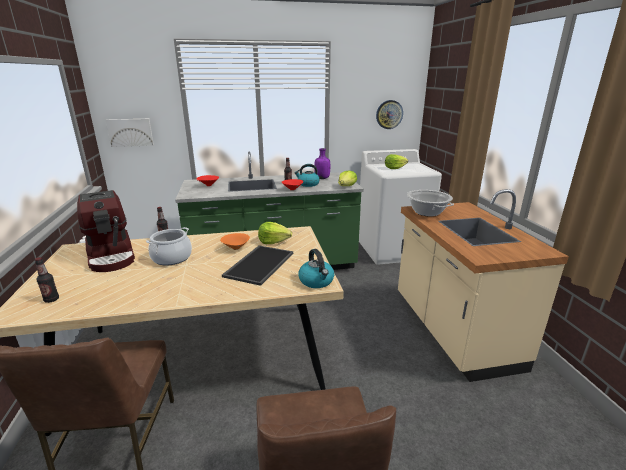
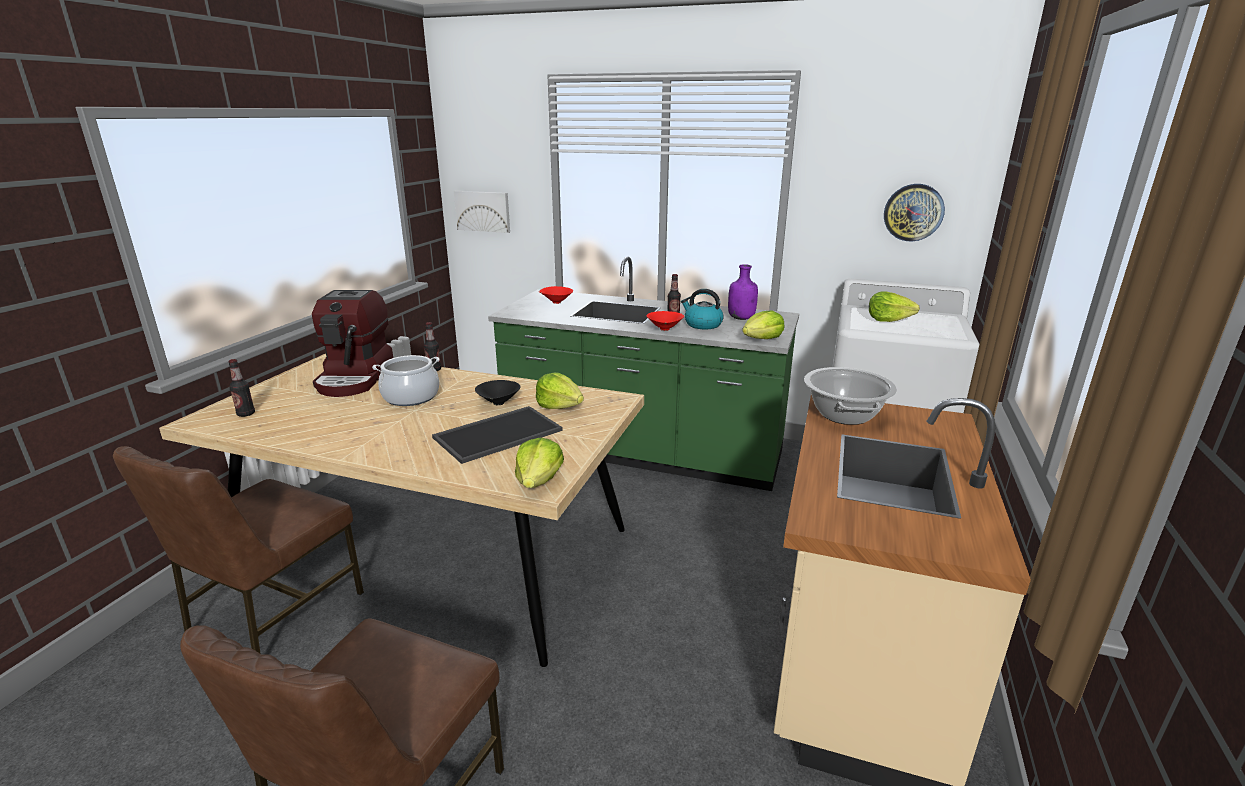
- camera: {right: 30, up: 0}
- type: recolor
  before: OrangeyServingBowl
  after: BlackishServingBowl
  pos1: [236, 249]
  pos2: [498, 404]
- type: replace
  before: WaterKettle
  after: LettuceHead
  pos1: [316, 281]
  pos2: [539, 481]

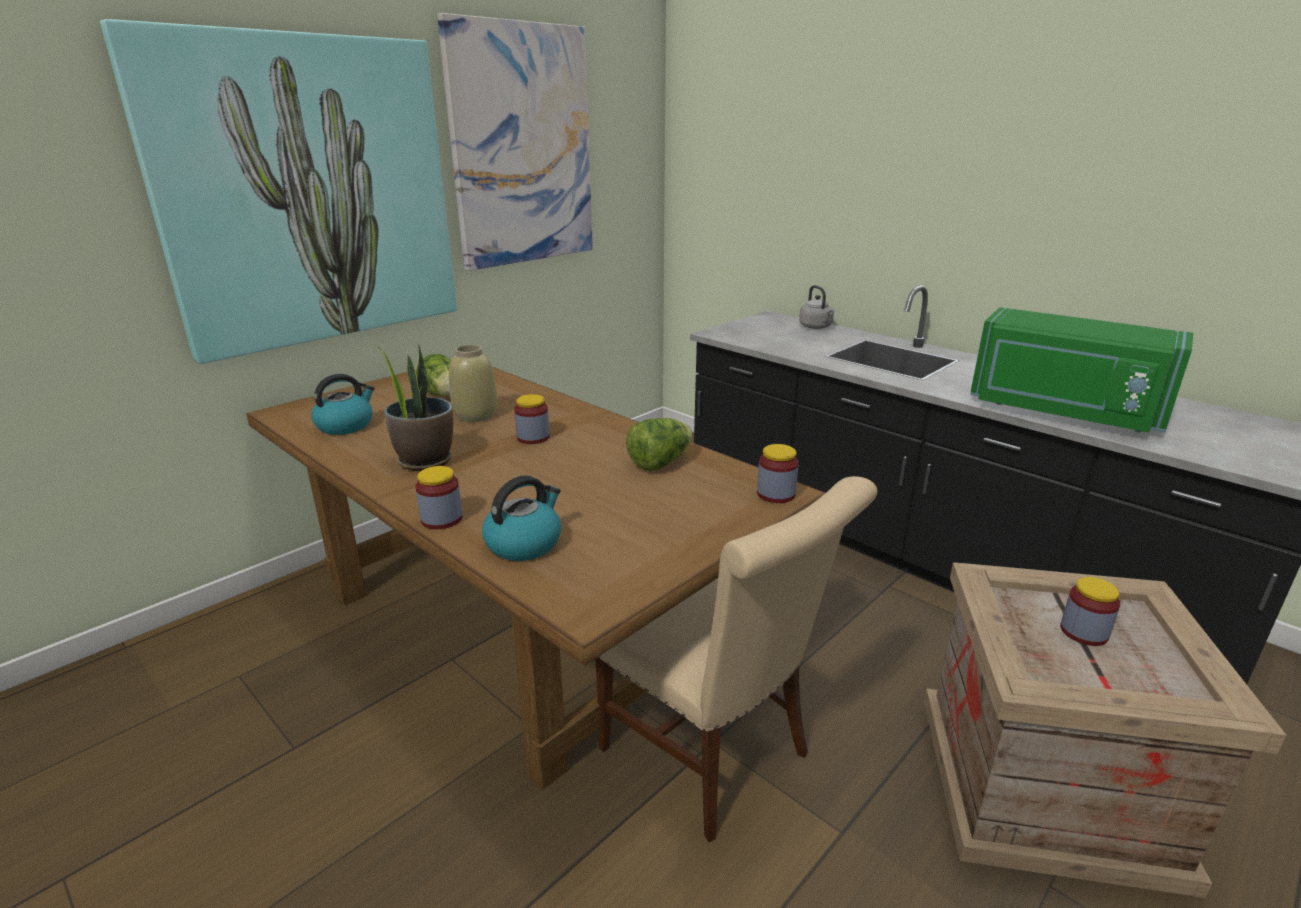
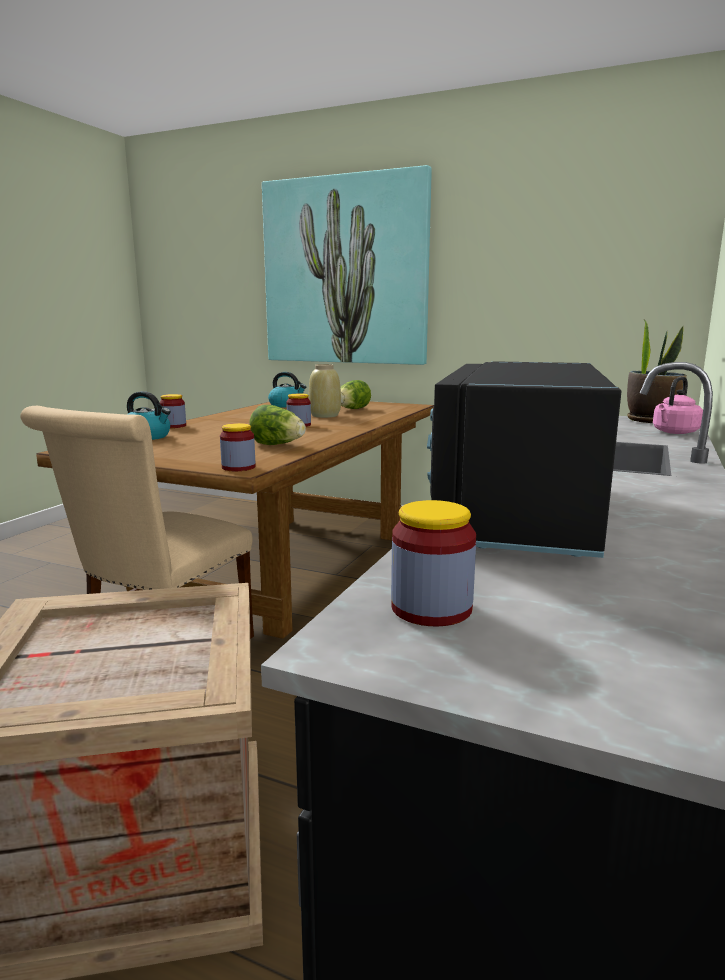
- camera: {right: 70, up: -10}
- type: move
  before: PottedPlant
  pos1: [425, 461]
  pos2: [650, 420]
- type: delete
  before: Picture
  pos1: [522, 147]
- type: recolor
  before: GrayWaterKettle
  after: PinkishWaterKettle
  pos1: [816, 327]
  pos2: [674, 432]
- type: recolor
  before: GreenMicrowave
  after: BlackishMicrowave
  pos1: [1063, 411]
  pos2: [514, 512]
- type: move
  before: StorageJar
  pos1: [1083, 632]
  pos2: [431, 608]

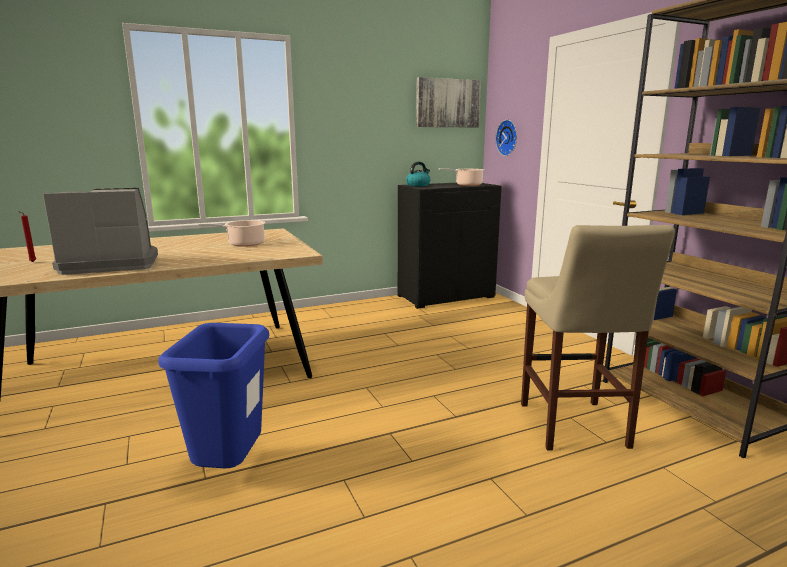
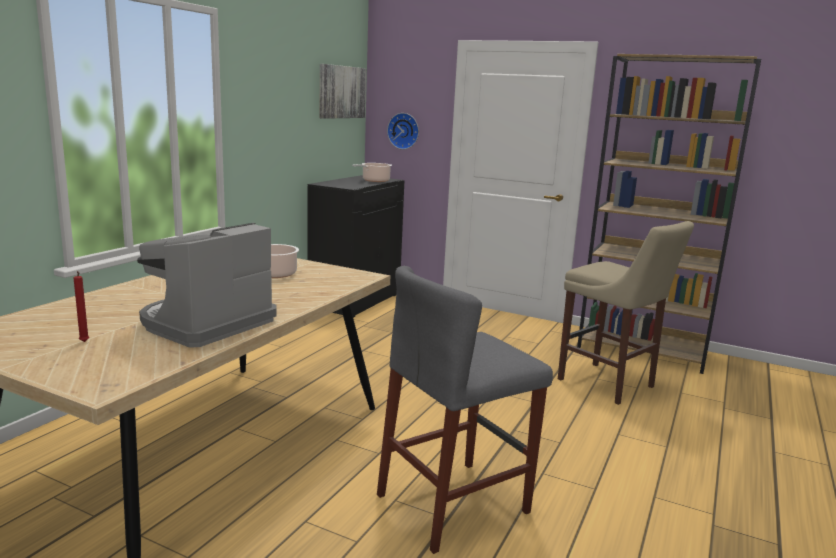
- camera: {right: -40, up: 0}
- type: replace
  before: BlueWasteBin
  after: GrayStool
  pos1: [230, 469]
  pos2: [453, 503]
- type: delete
  before: WaterKettle
  pos1: [418, 185]

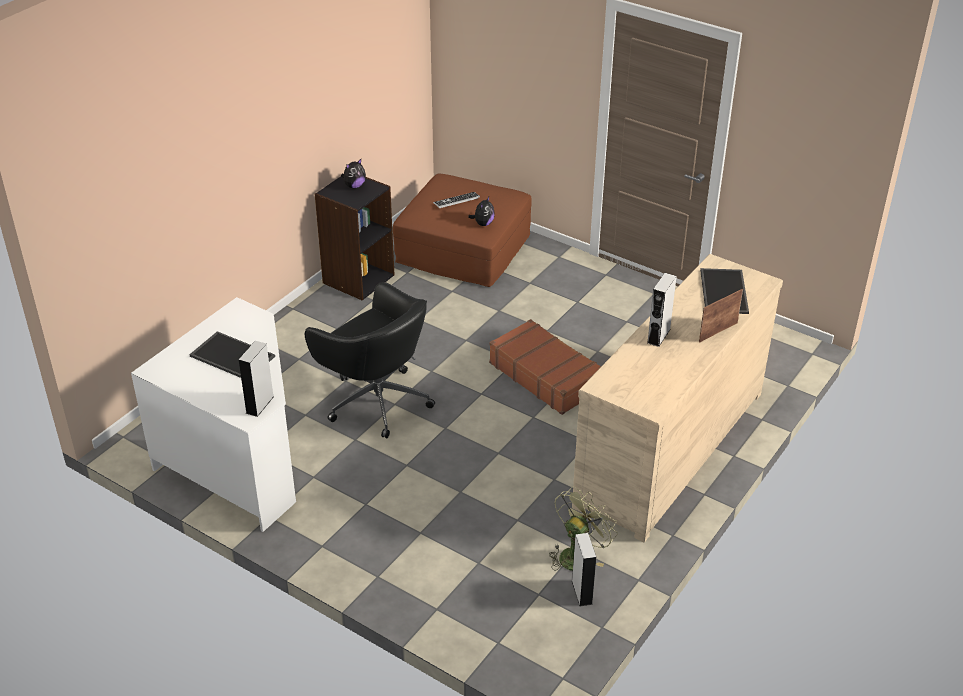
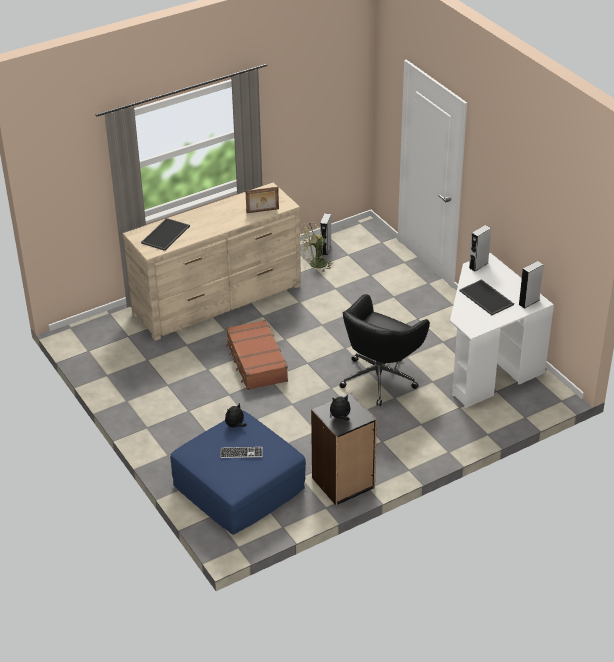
- camera: {right: -155, up: 0}
- type: rotate
  before: BlackishDeskChair
  pos1: [376, 400]
  pos2: [380, 378]
  turn: -120
- type: recolor
  before: BrownishOttoman
  after: BlueOttoman
  pos1: [462, 249]
  pos2: [239, 487]
- type: move
  before: GraySpeaker
  pos1: [658, 336]
  pos2: [529, 302]
- type: move
  before: PictureFrame
  pos1: [717, 331]
  pos2: [262, 211]

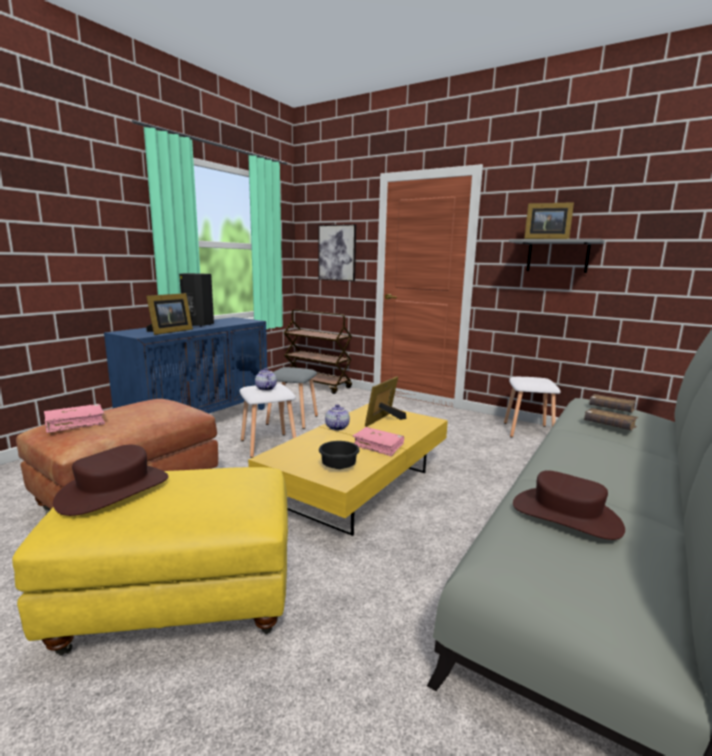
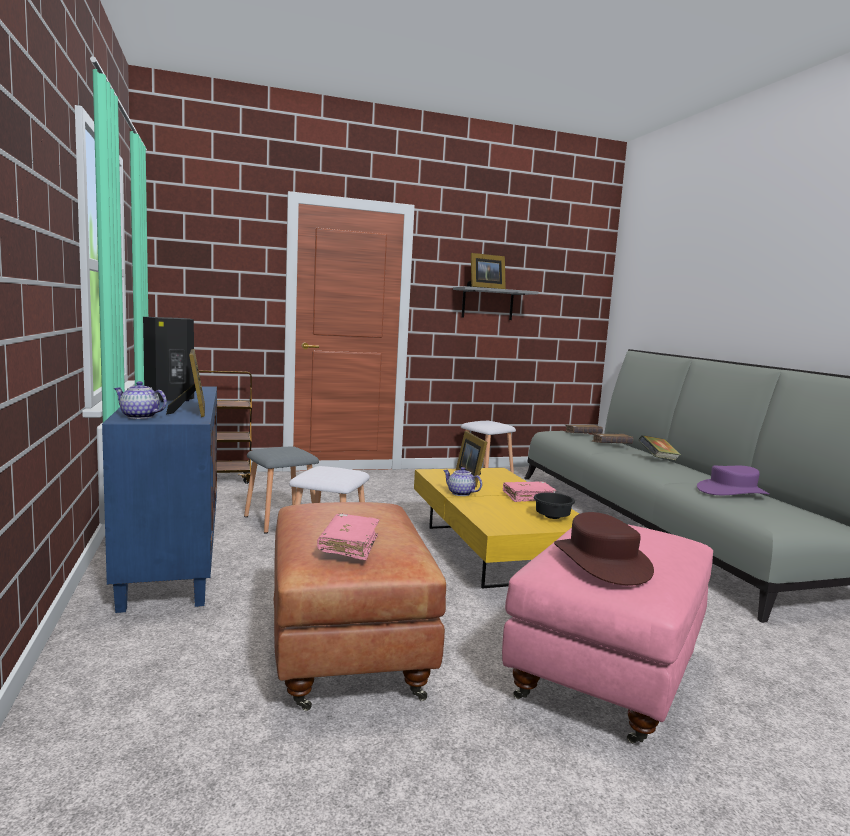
- camera: {right: -50, up: -5}
- type: recolor
  before: YellowOttoman
  after: PinkishOttoman
  pos1: [178, 608]
  pos2: [608, 675]
- type: move
  before: PotForTea
  pos1: [265, 388]
  pos2: [139, 417]
- type: delete
  before: Picture
  pos1: [337, 253]
- type: recolor
  before: BrownishHat
  after: PurpleColouredHat
  pos1: [566, 515]
  pos2: [732, 491]
- type: insert
  after: Volume
  pos2: [658, 459]

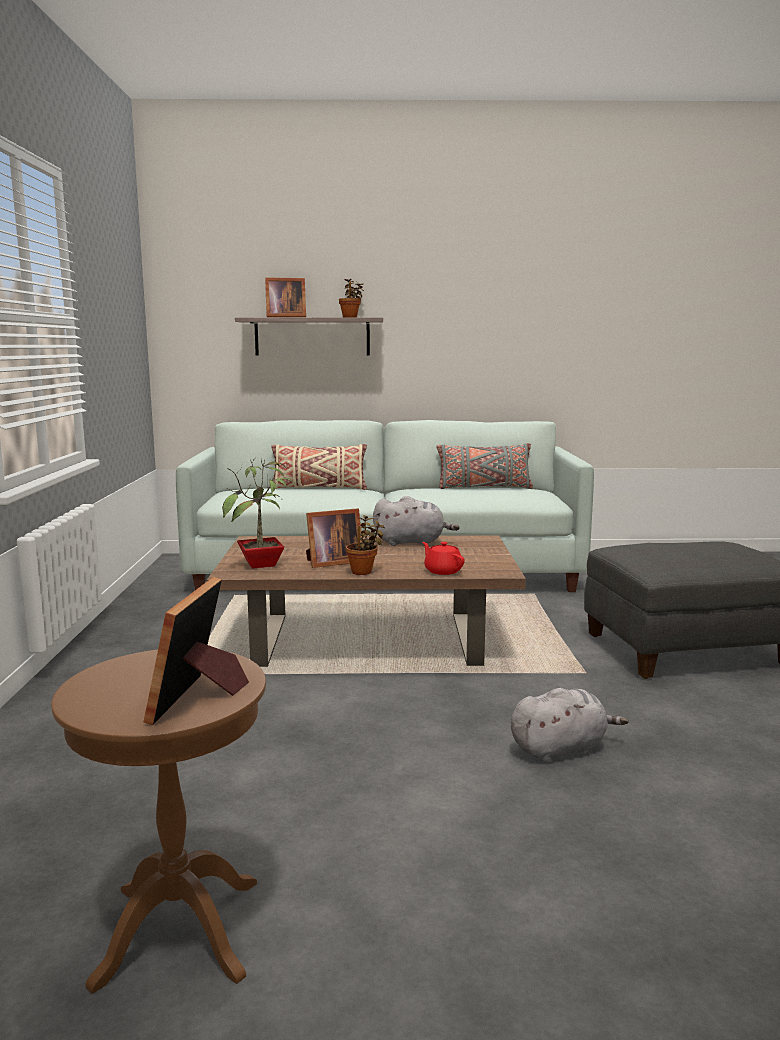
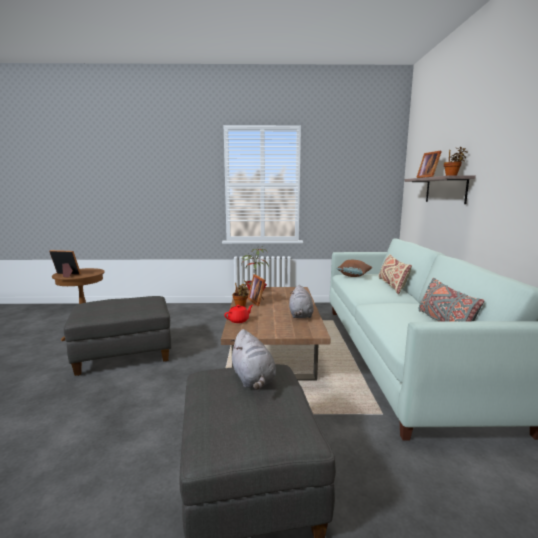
- camera: {right: 90, up: 0}
- type: move
  before: GraySoftToy
  pos1: [561, 748]
  pos2: [253, 379]
- type: insert
  after: GrayOttoman
  pos2: [125, 354]
- type: insert
  after: BrownishThrowPillow
  pos2: [354, 276]

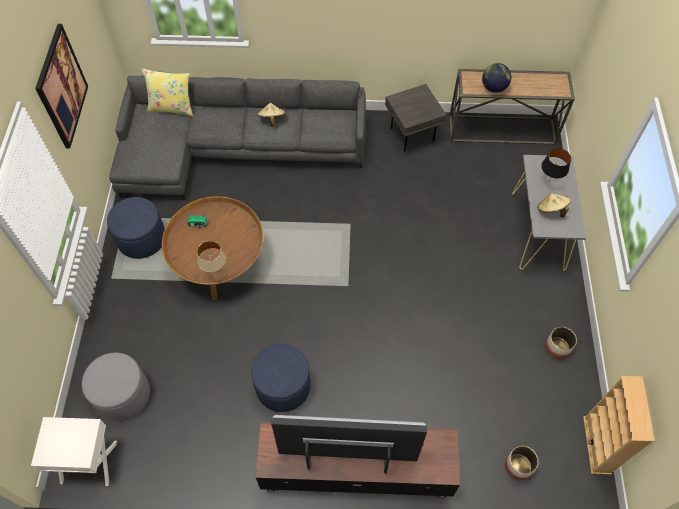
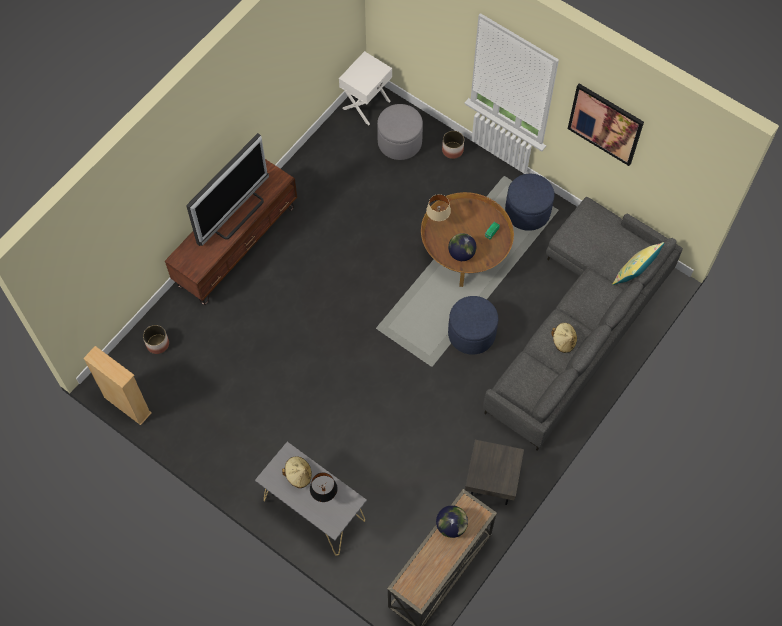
- camera: {right: 125, up: 5}
- type: move
  before: BlueOttoman
  pos1: [283, 386]
  pos2: [471, 333]
- type: move
  before: PlantPot
  pos1: [557, 347]
  pos2: [452, 150]
- type: insert
  after: WorldGlobe
  pos2: [461, 253]

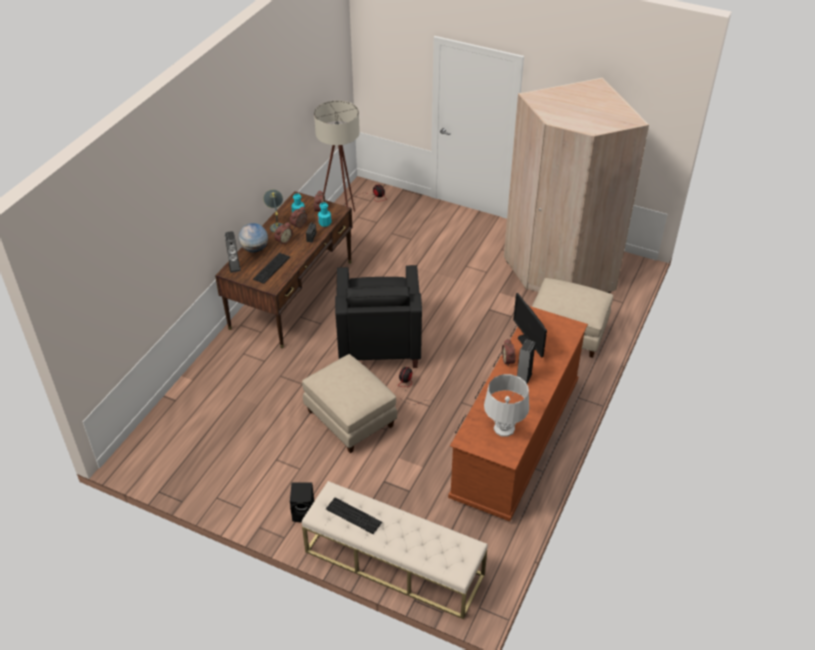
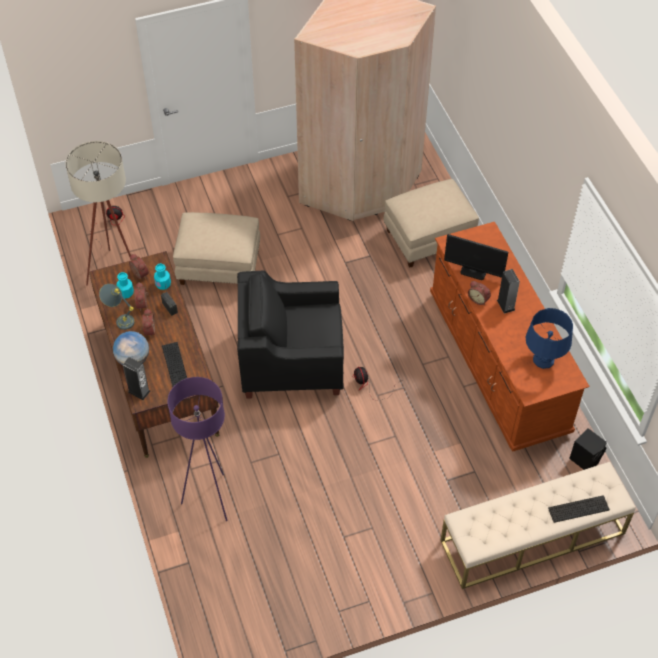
- camera: {right: -45, up: 10}
- type: move
  before: BlackishSpeaker
  pos1: [304, 512]
  pos2: [585, 459]
- type: move
  before: BeigeColouredOttoman
  pos1: [349, 419]
  pos2: [219, 267]
- type: move
  before: Keyboard
  pos1: [353, 515]
  pos2: [578, 509]
- type: rotate
  before: BlackishArmchair
  pos1: [378, 340]
  pos2: [291, 362]
  turn: 135
- type: recolor
  before: GrayTabletopLamp
  after: BlueTabletopLamp
  pos1: [504, 428]
  pos2: [543, 360]
- type: insert
  after: PurpleColouredStandardLamp
  pos2: [211, 498]

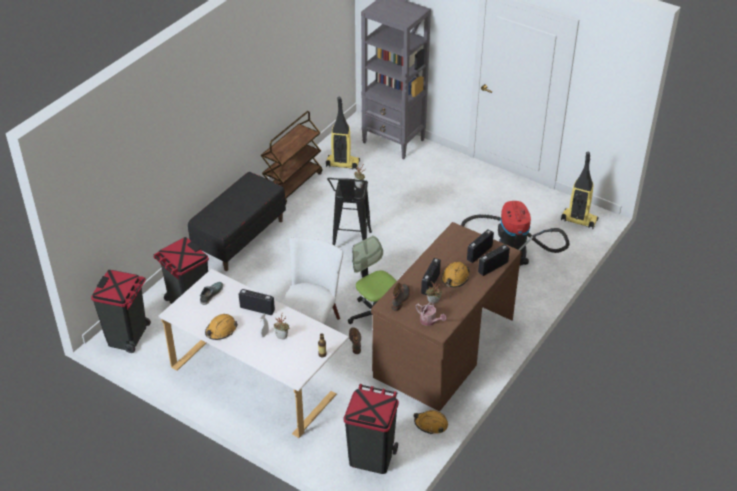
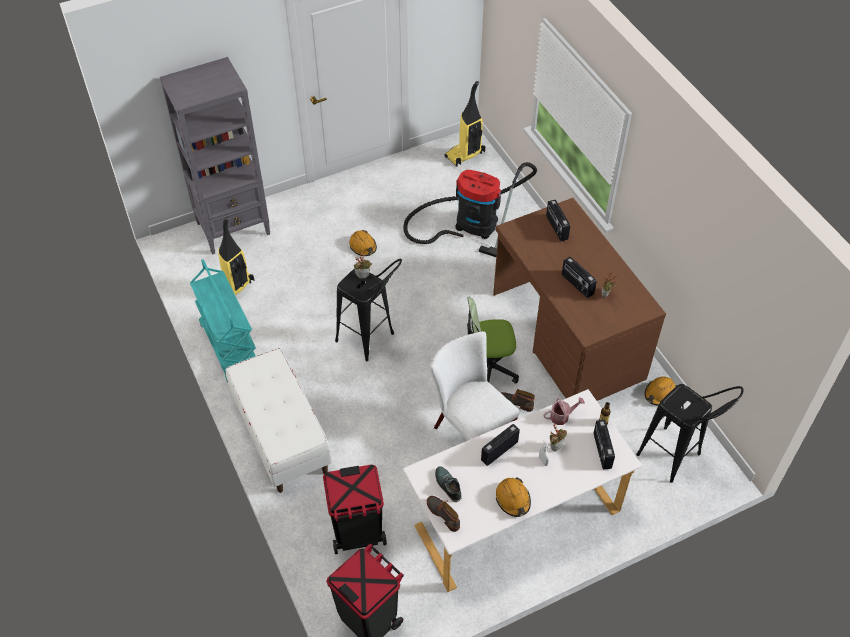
- camera: {right: -60, up: 10}
- type: recolor
  before: BlackishIndoorBench
  after: WhiteColouredIndoorBench
  pos1: [239, 237]
  pos2: [281, 436]
- type: recolor
  before: BrownishCart
  after: TurquoiseCart
  pos1: [292, 184]
  pos2: [229, 347]
- type: replace
  before: BlackishWasteBin
  after: BlackishStool
  pos1: [371, 457]
  pos2: [676, 460]
- type: move
  before: TallBoot
  pos1: [400, 299]
  pos2: [444, 514]
- type: move
  before: WateringCan
  pos1: [429, 321]
  pos2: [562, 416]
- type: move
  before: OrangeyWorkHelmet
  pos1: [455, 278]
  pos2: [363, 246]
- type: move
  before: RadioSet
  pos1: [492, 267]
  pos2: [601, 451]

